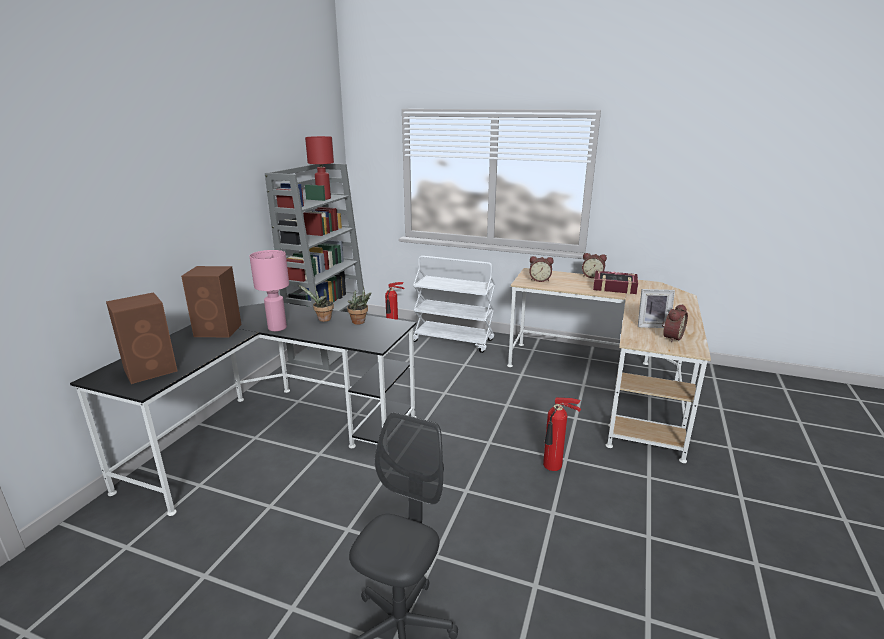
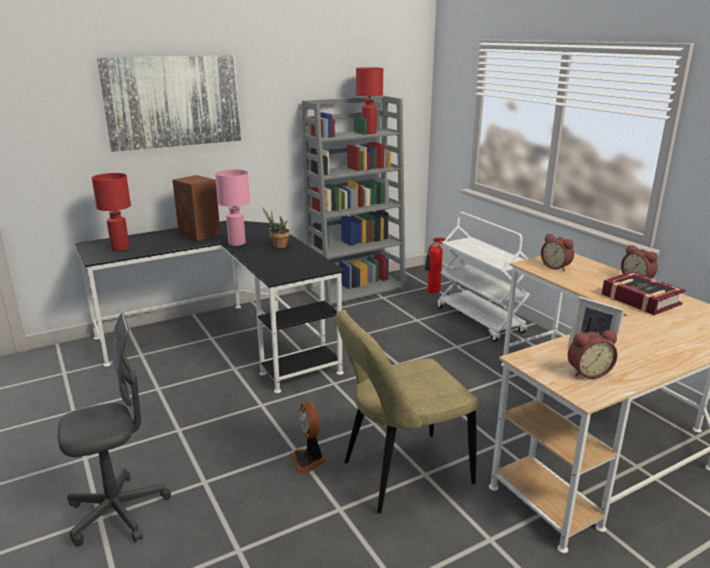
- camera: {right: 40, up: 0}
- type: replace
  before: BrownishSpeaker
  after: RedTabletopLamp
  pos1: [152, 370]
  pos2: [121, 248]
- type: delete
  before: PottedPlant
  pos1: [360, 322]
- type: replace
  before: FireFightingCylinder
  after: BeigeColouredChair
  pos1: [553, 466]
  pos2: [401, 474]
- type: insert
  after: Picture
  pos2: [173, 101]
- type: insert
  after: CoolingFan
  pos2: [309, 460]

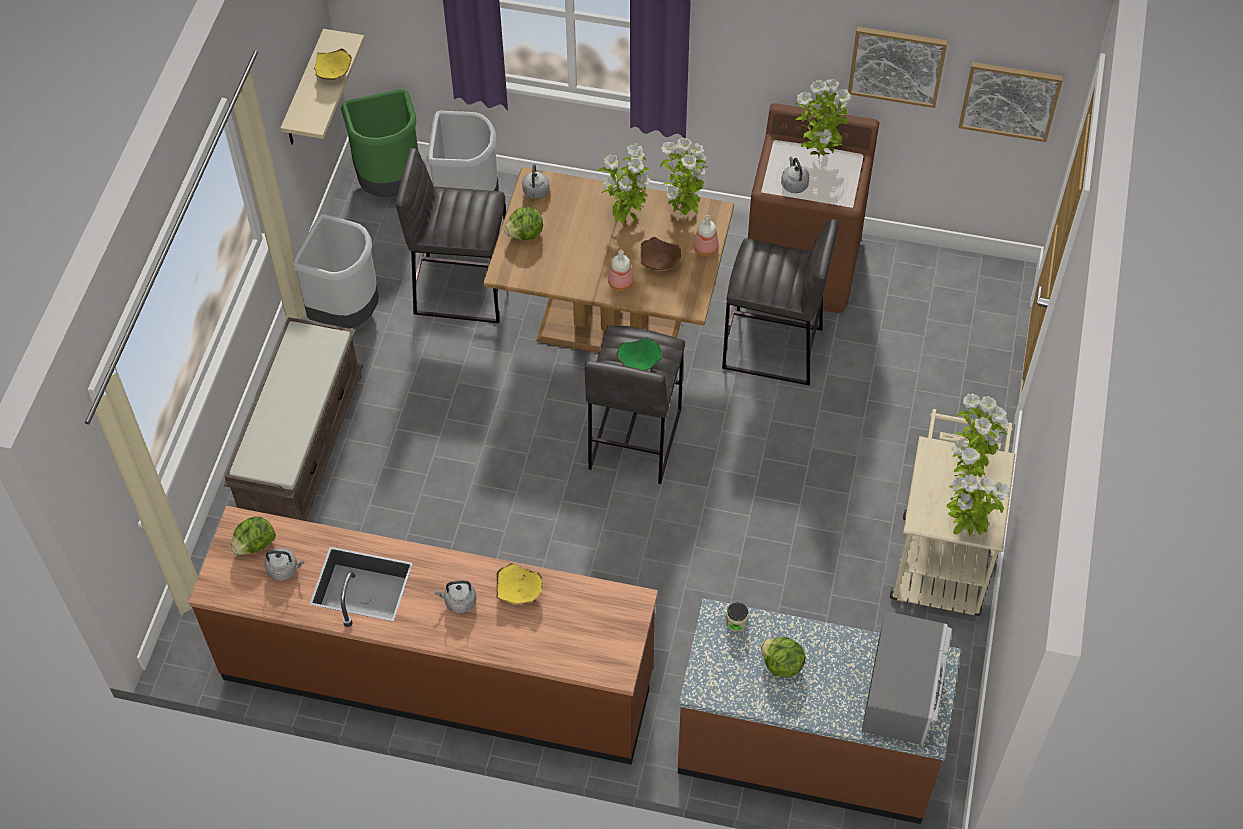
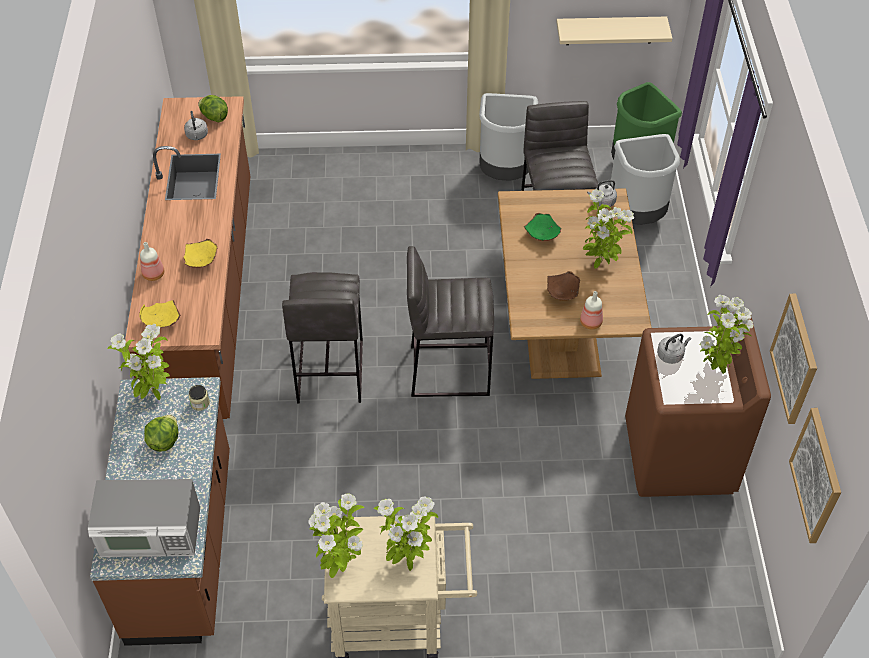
- camera: {right: 75, up: -5}
- type: delete
  before: BrownishIndoorBench
  pos1: [301, 446]
- type: move
  before: YellowServingBowl
  pos1: [334, 74]
  pos2: [162, 323]
- type: delete
  before: GrayWaterKettle
  pos1: [458, 602]
- type: delete
  before: LettuceHead
  pos1: [525, 234]
- type: move
  before: BeverageBottle
  pos1: [620, 284]
  pos2: [153, 274]
- type: move
  before: GreenServingBowl
  pos1: [639, 362]
  pos2: [542, 235]
- type: move
  before: PottedPlant
  pos1: [682, 213]
  pos2: [153, 394]
- type: move
  before: GrayStool
  pos1: [773, 349]
  pos2: [329, 372]

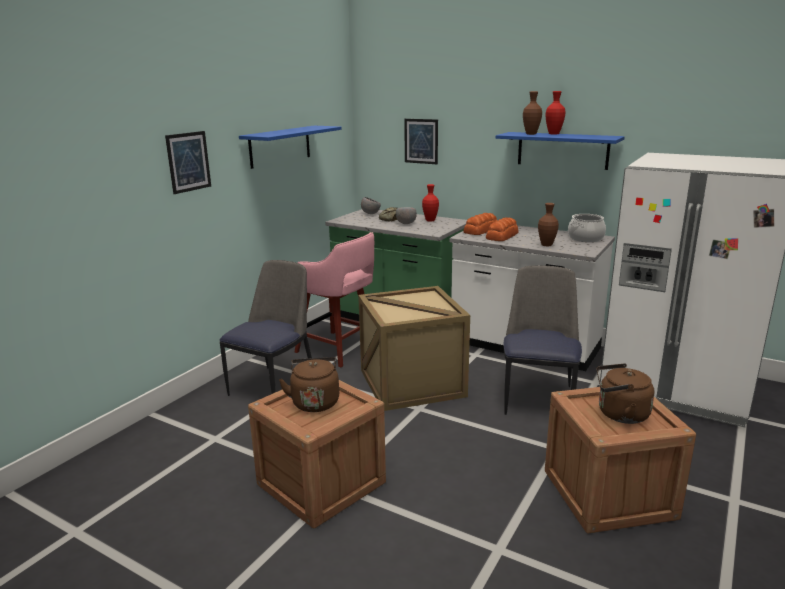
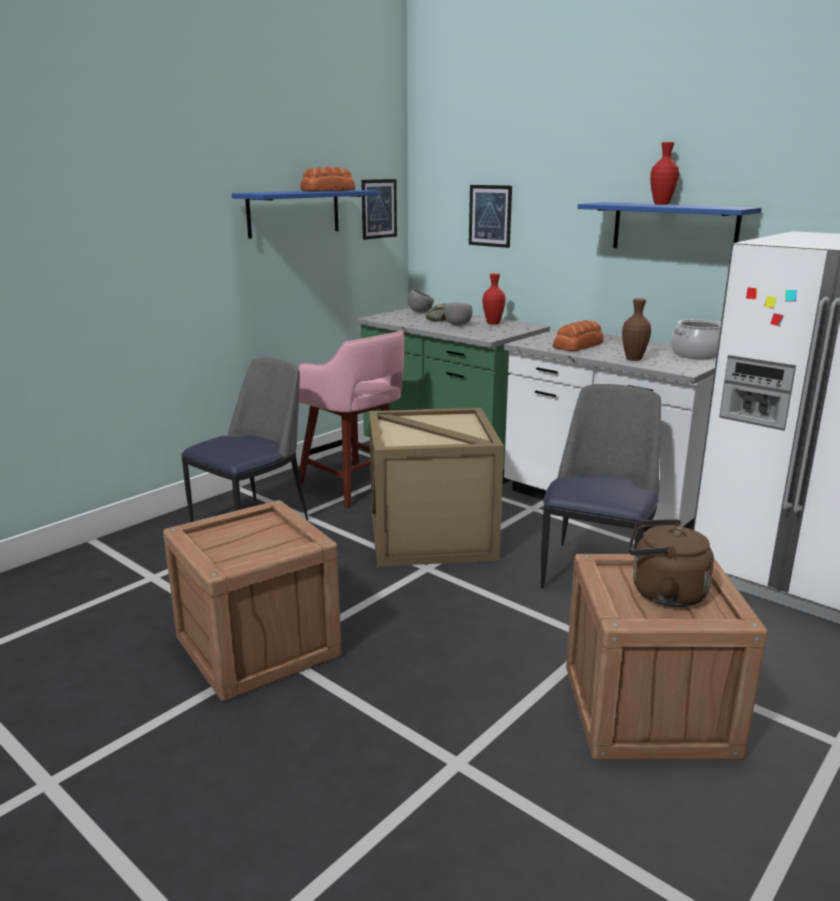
- camera: {right: 10, up: 0}
- type: move
  before: Picture
  pos1: [188, 162]
  pos2: [379, 209]
- type: delete
  before: BrownishWaterKettle
  pos1: [315, 401]
- type: move
  before: Bread
  pos1: [481, 230]
  pos2: [329, 190]
- type: delete
  before: BrownishFlowerVase
  pos1: [531, 134]

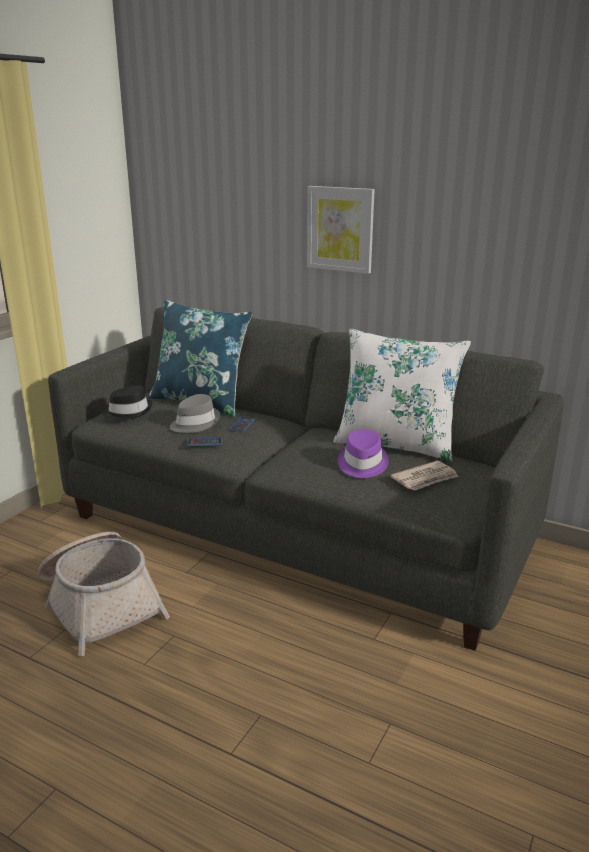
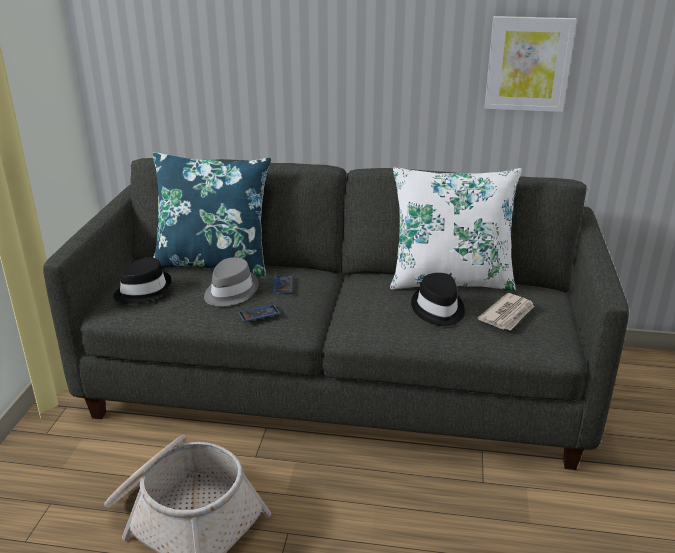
- camera: {right: -20, up: 5}
- type: move
  before: Picture
  pos1: [340, 229]
  pos2: [528, 64]
- type: recolor
  before: PurpleColouredHat
  after: BlackishHat
  pos1: [362, 464]
  pos2: [438, 309]

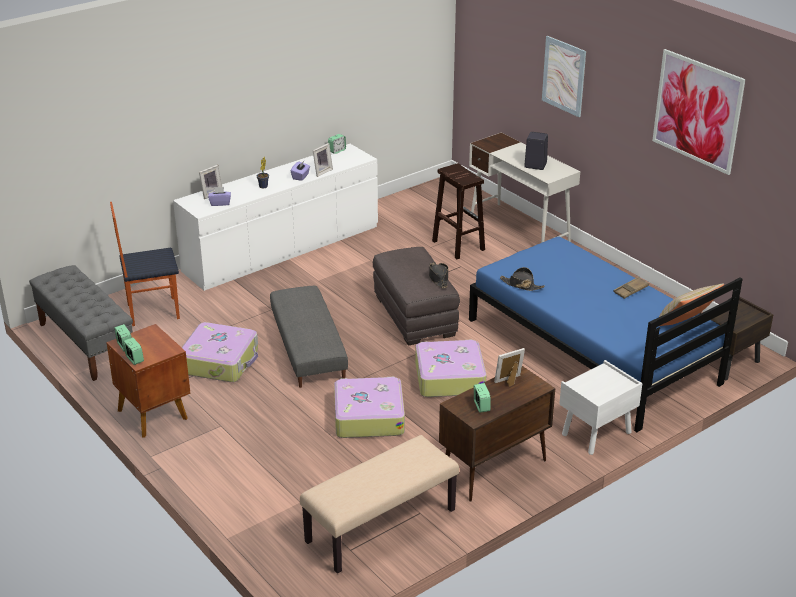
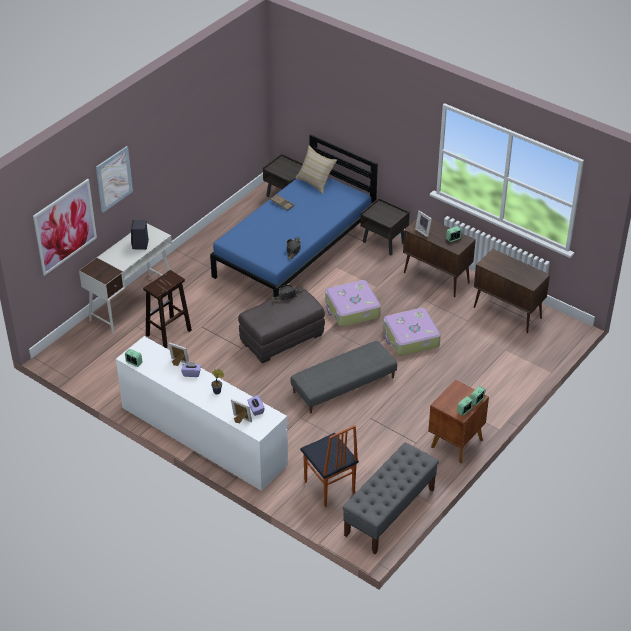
- camera: {right: -105, up: 10}
- type: delete
  before: Suitcase
  pos1: [220, 361]
- type: replace
  before: BeigeColouredIndoorBench
  after: BrownishCabinet
  pos1: [381, 527]
  pos2: [508, 313]
- type: recolor
  before: WhiteColouredBedsideTable
  after: BrownishBedsideTable
  pos1: [596, 434]
  pos2: [384, 242]
- type: move
  before: Picture
  pos1: [697, 111]
  pos2: [65, 226]

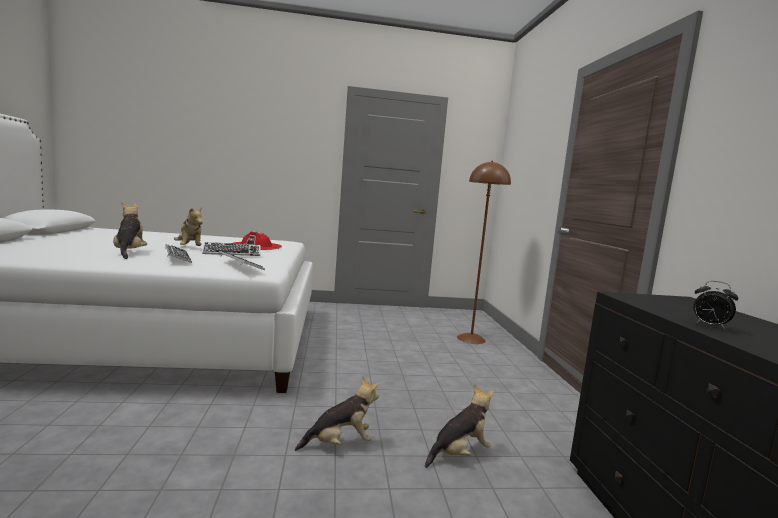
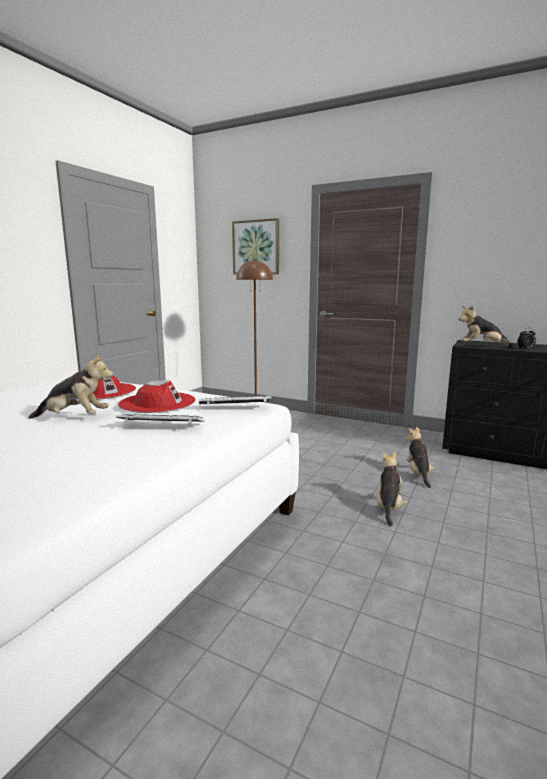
- camera: {right: -55, up: 5}
- type: move
  before: SoftToy
  pos1: [129, 253]
  pos2: [481, 346]
- type: replace
  before: Keyboard
  after: RedHat
  pos1: [232, 253]
  pos2: [157, 402]
- type: insert
  after: Picture
  pos2: [256, 247]

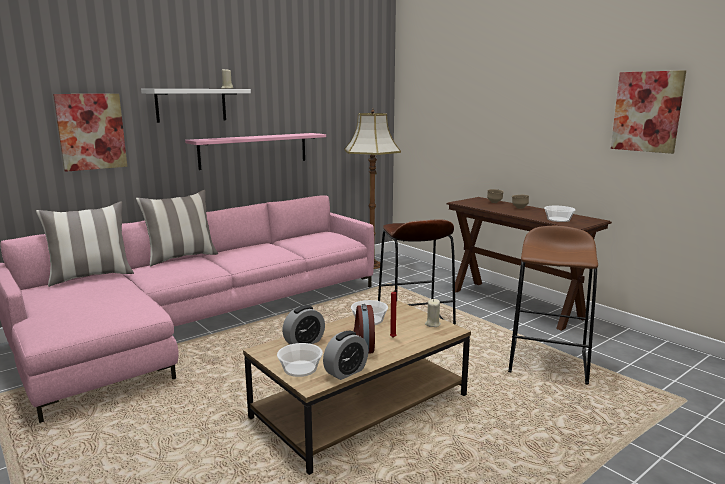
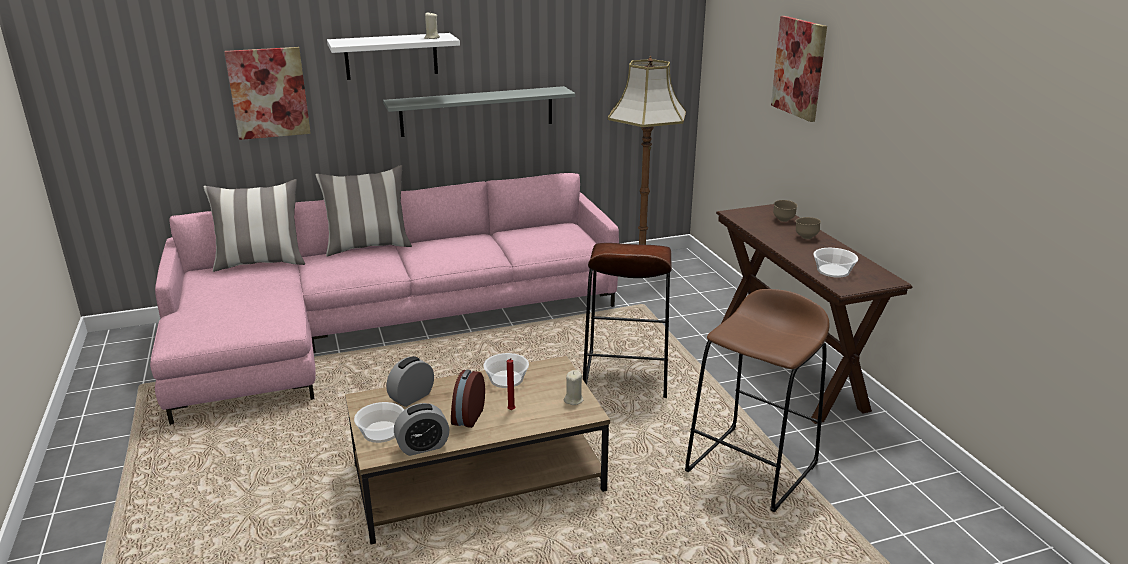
- camera: {right: 20, up: 10}
- type: recolor
  before: PinkishShelf
  after: GrayShelf
  pos1: [254, 150]
  pos2: [477, 111]
- type: rotate
  before: BedsideClock
  pos1: [304, 342]
  pos2: [412, 397]
  turn: 150
- type: move
  before: Picture
  pos1: [647, 111]
  pos2: [799, 68]

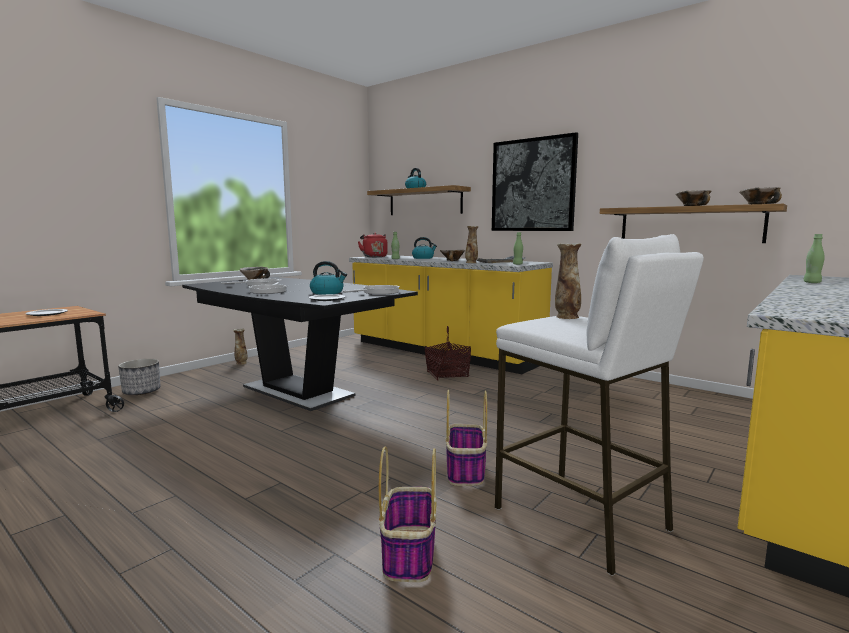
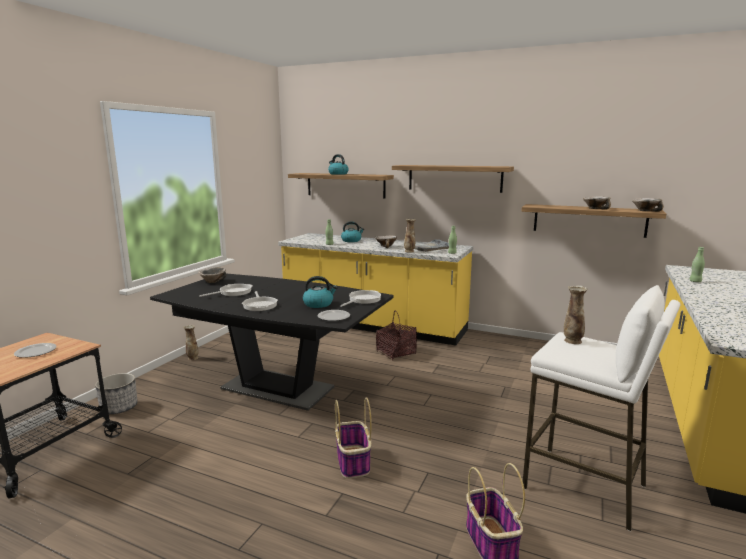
- camera: {right: -15, up: 5}
- type: delete
  before: RedWaterKettle
  pos1: [374, 257]
- type: move
  before: Basket
  pos1: [465, 471]
  pos2: [353, 462]
- type: replace
  before: Picture
  after: Shelf
  pos1: [533, 185]
  pos2: [454, 178]

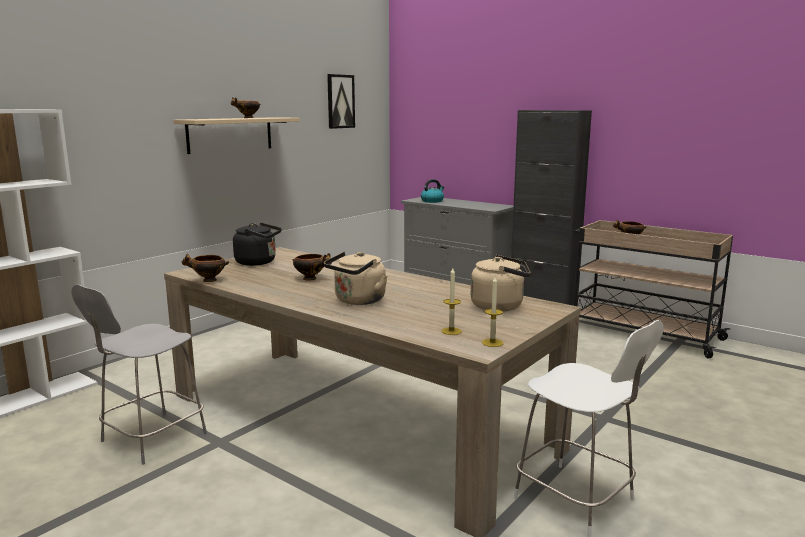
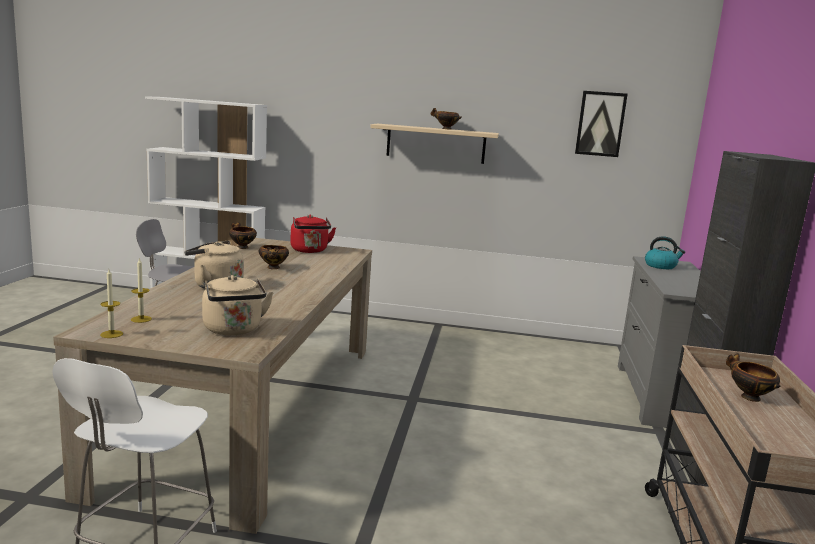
- camera: {right: 60, up: 0}
- type: recolor
  before: BlackishWaterKettle
  after: RedWaterKettle
  pos1: [258, 262]
  pos2: [310, 251]

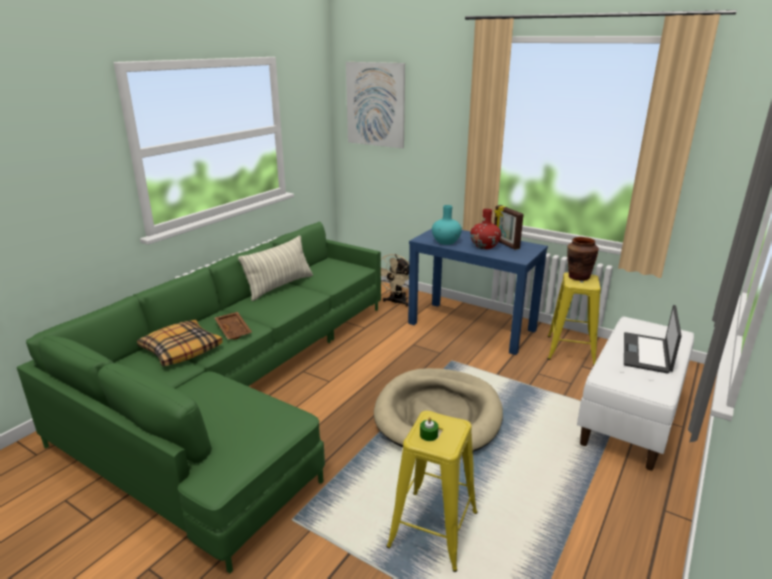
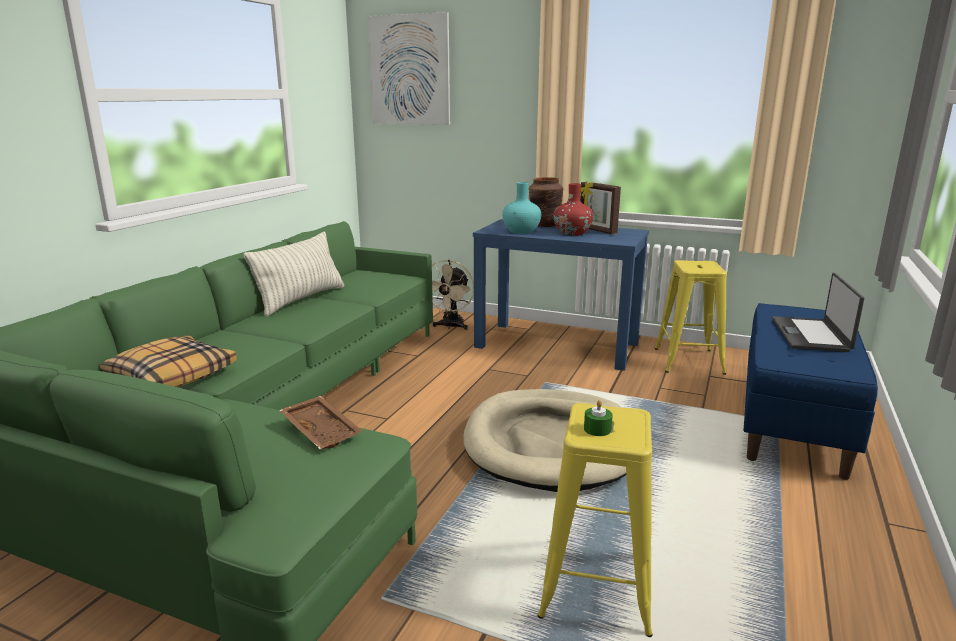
- camera: {right: -10, up: -5}
- type: move
  before: BrownishCarryingTray
  pos1: [234, 330]
  pos2: [322, 431]
- type: move
  before: BrownishFlowerVase
  pos1: [578, 277]
  pos2: [544, 225]
- type: recolor
  before: WhiteColouredIndoorBench
  after: BlueIndoorBench
  pos1: [631, 416]
  pos2: [794, 423]

